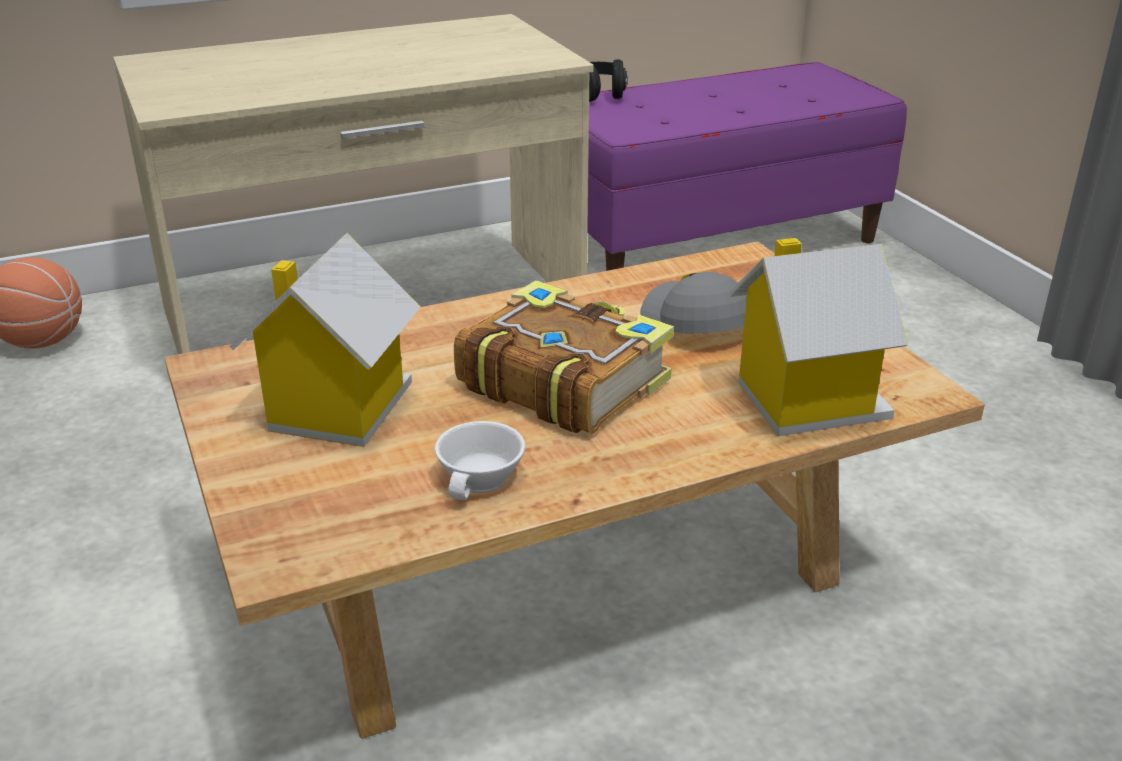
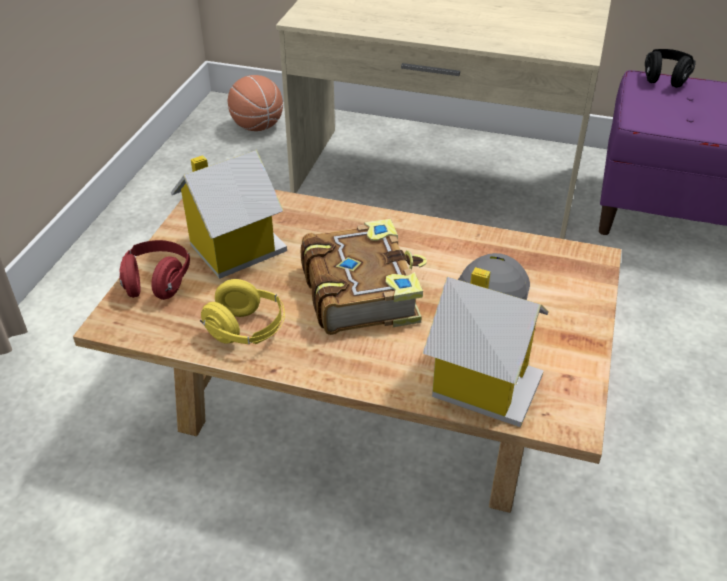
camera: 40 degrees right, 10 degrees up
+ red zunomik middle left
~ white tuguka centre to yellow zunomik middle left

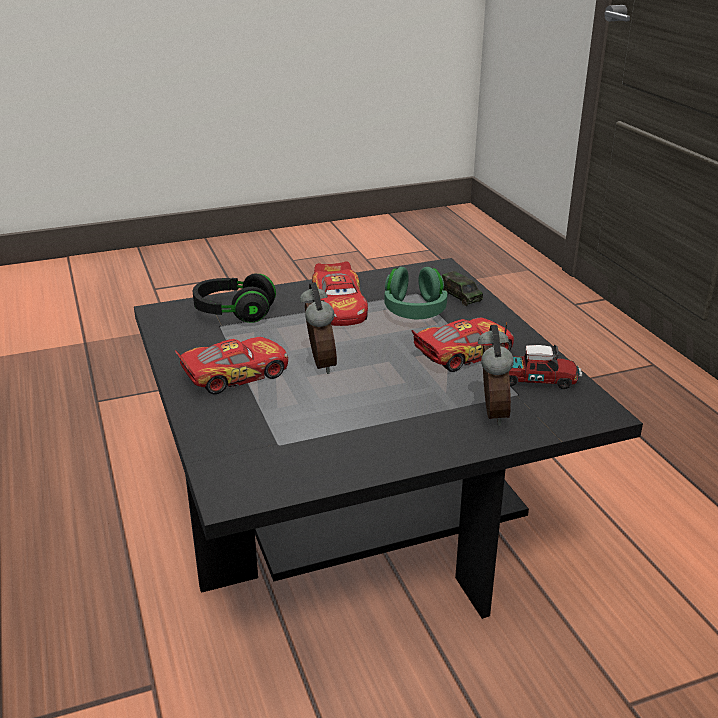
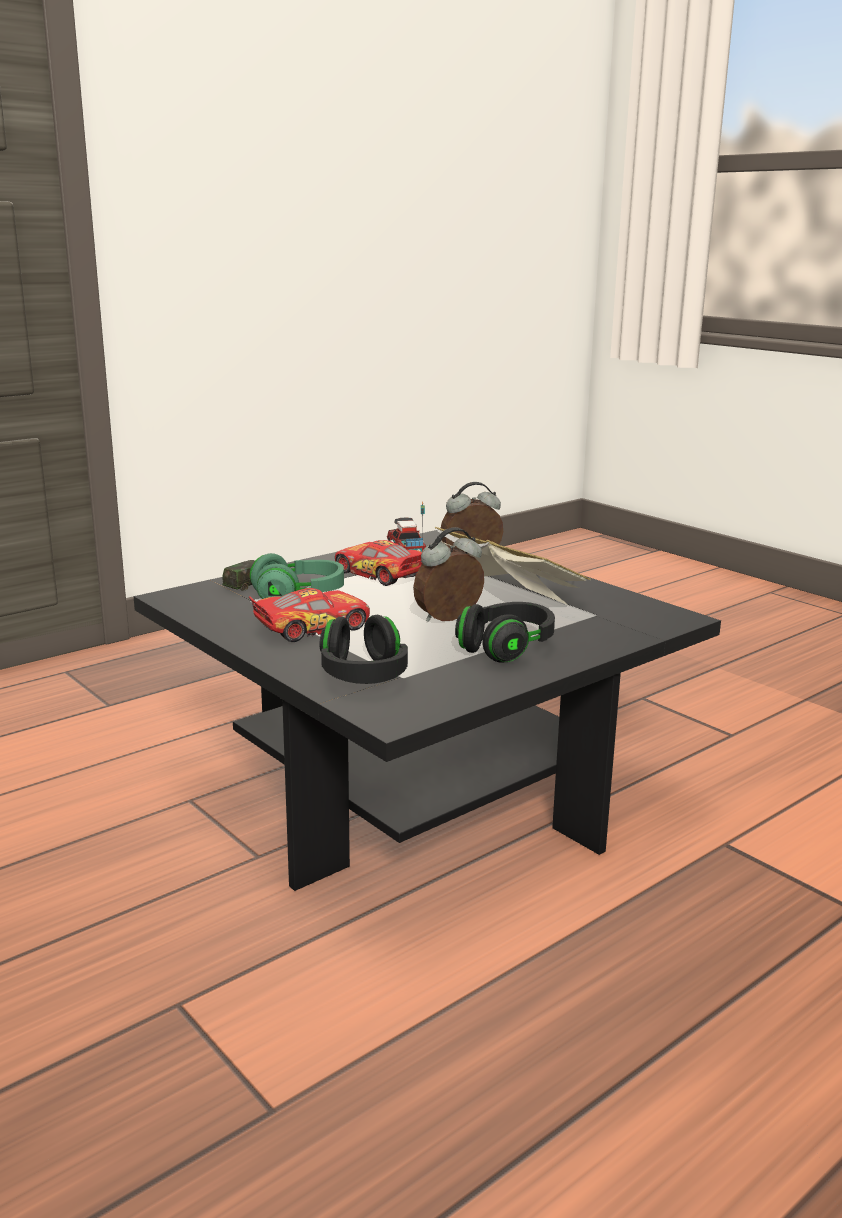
camera: 110 degrees left, 10 degrees down
+ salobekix centre
~ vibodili (1st from left) middle left to black zunomik (2nd from left) centre

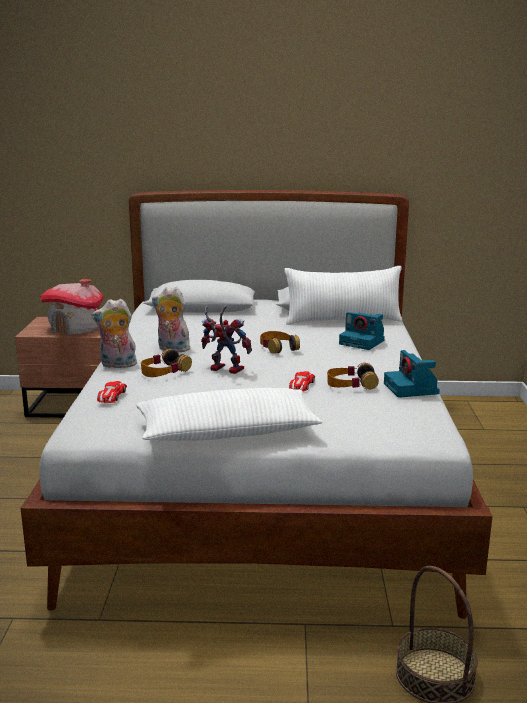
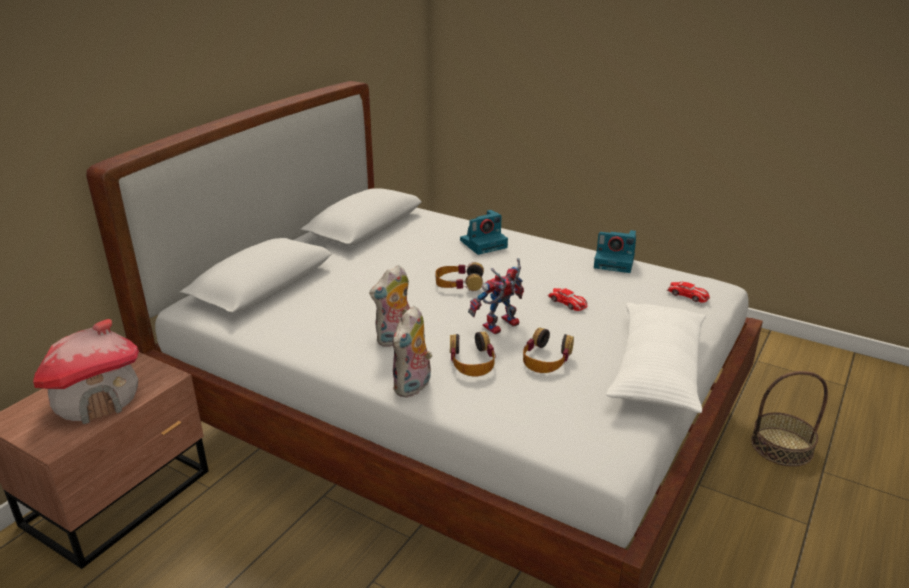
camera: 60 degrees left, 10 degrees up
~ zunomik (3rd from left) middle right to centre
~ vibodili (1st from left in the first image) middle left to vibodili (2nd from left) middle right
- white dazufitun (2nd from left) centre

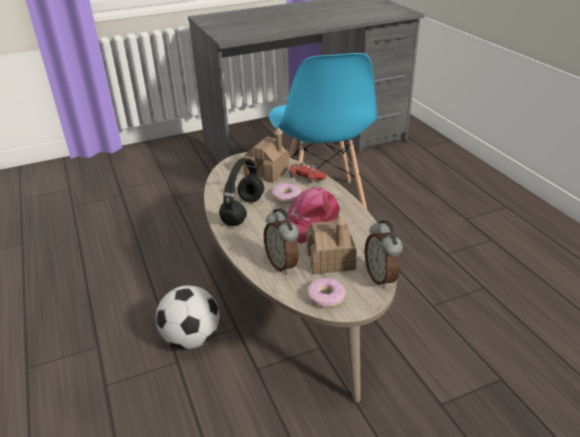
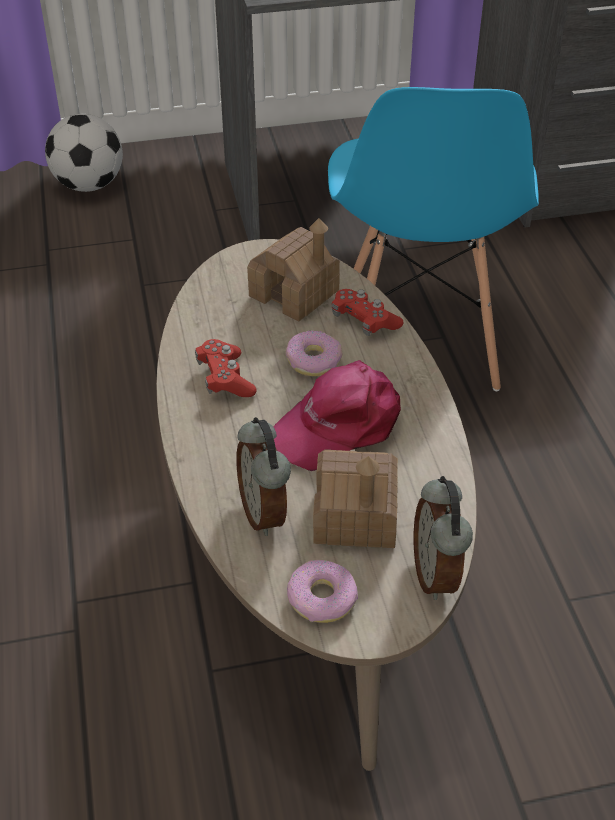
camera: 10 degrees right, 10 degrees up
~ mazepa bottom left to top left
~ black zunomik centre to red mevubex (1st from left) centre

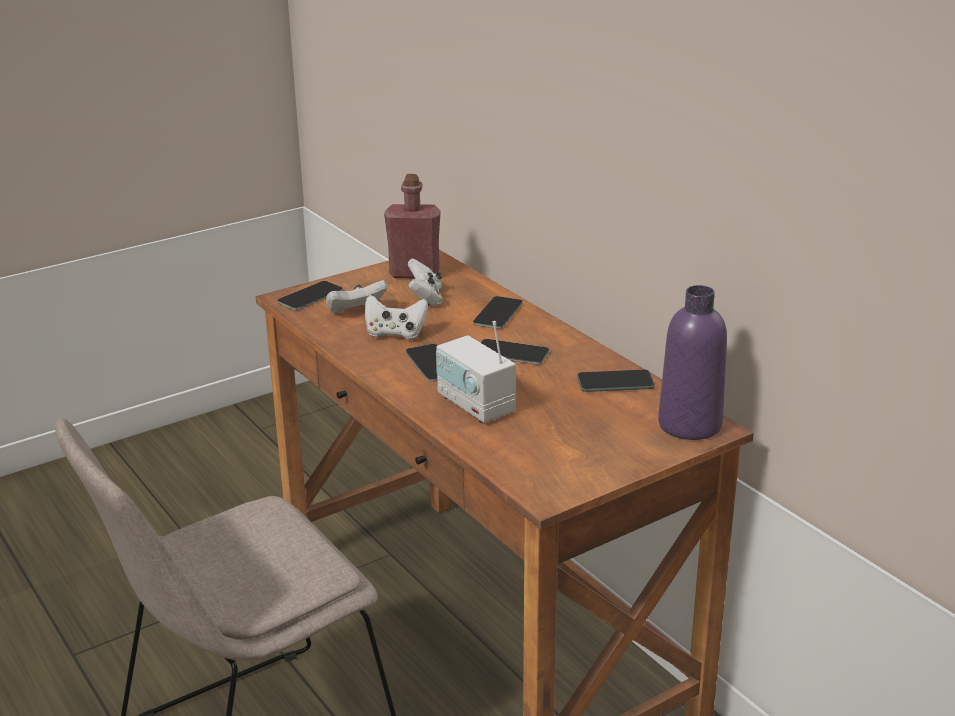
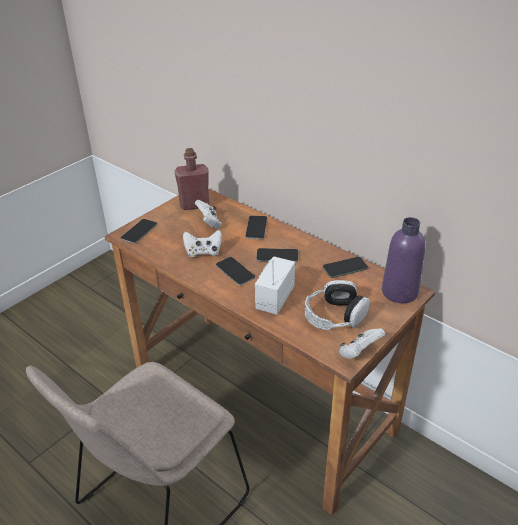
camera: 15 degrees left, 10 degrees up
~ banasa centre = centre 75 degrees clockwise
+ zunomik centre
~ white mevubex (1st from left in the first image) centre to white mevubex (3rd from left) middle right

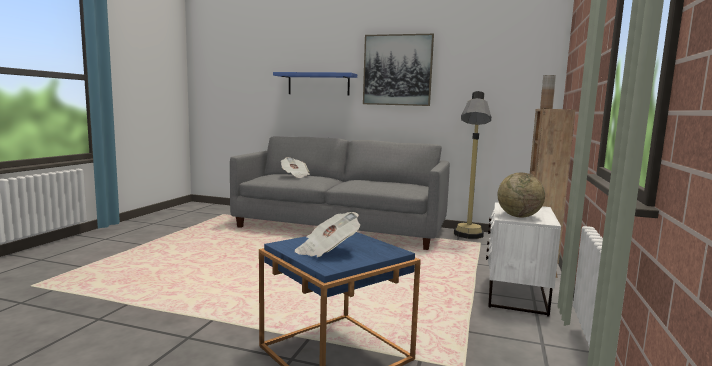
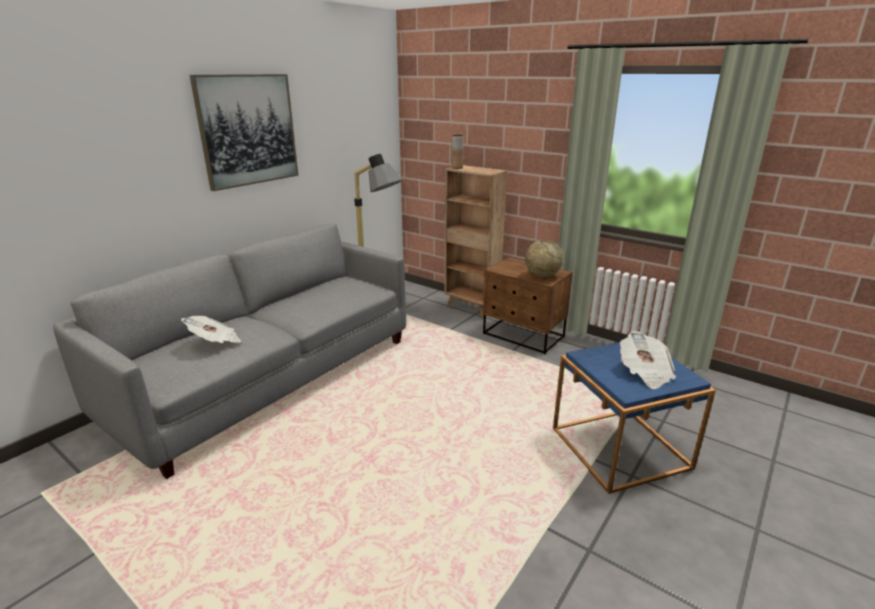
camera: 70 degrees left, 15 degrees up
~ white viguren bottom right to brown viguren centre
- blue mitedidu top centre

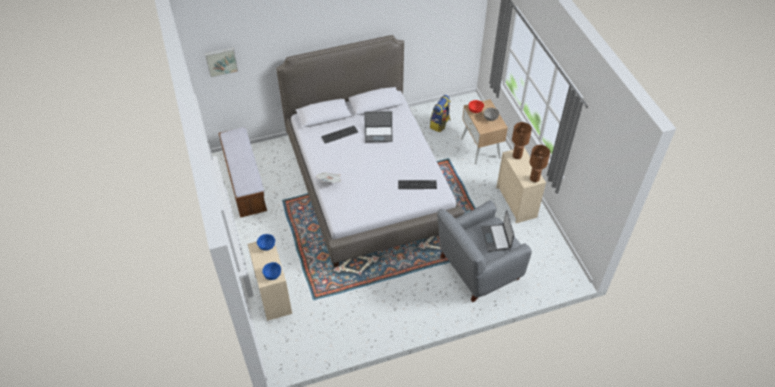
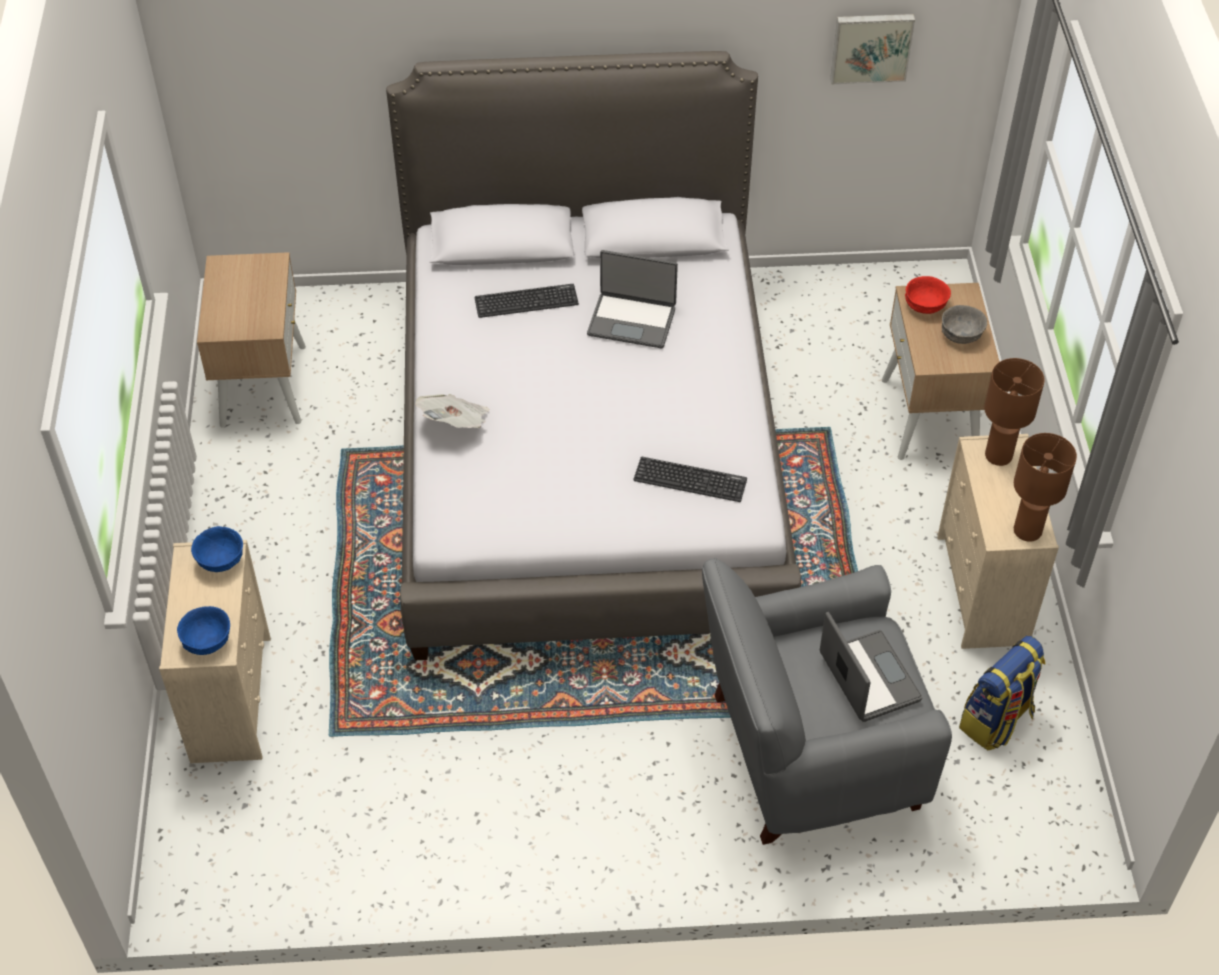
camera: 15 degrees right, 0 degrees up
~ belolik middle left to beige viguren (1st from left) middle left
~ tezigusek (2nd from left) centre = bottom right 150 degrees clockwise
~ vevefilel top left to top right
~ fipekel top centre to bottom right

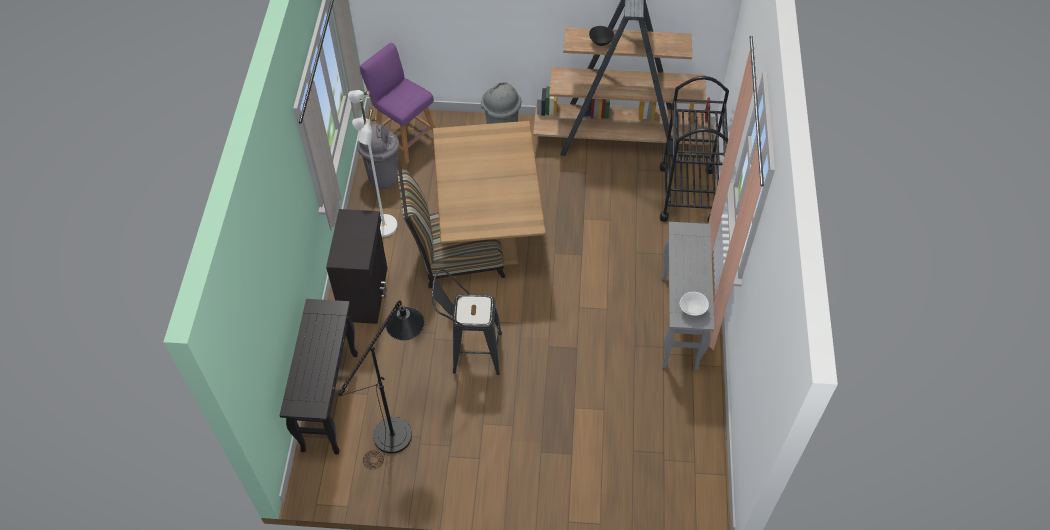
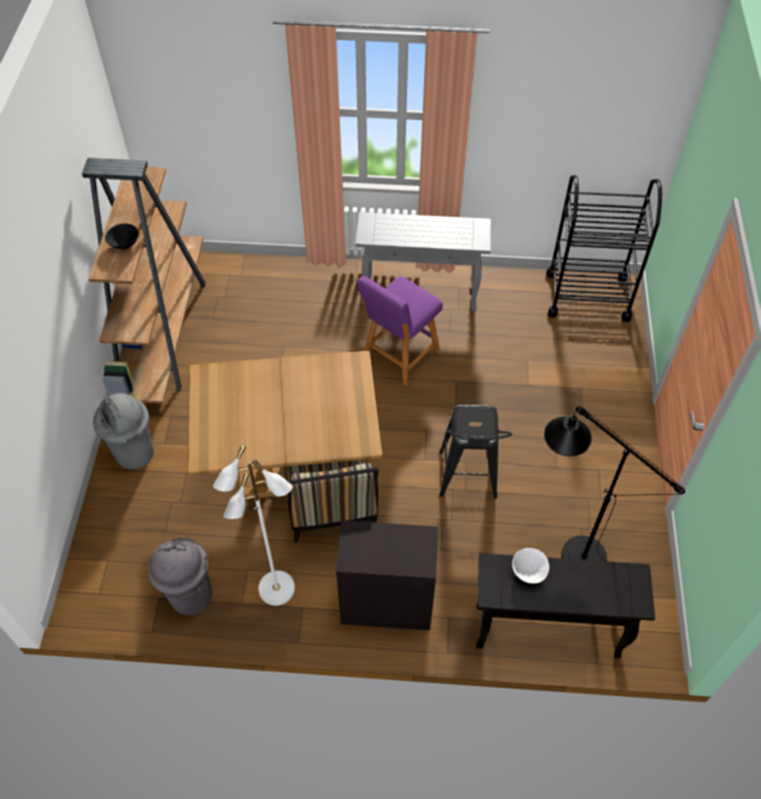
camera: 90 degrees left, 0 degrees up
~ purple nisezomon top centre to centre
~ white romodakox centre to bottom right
~ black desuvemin top centre to top right

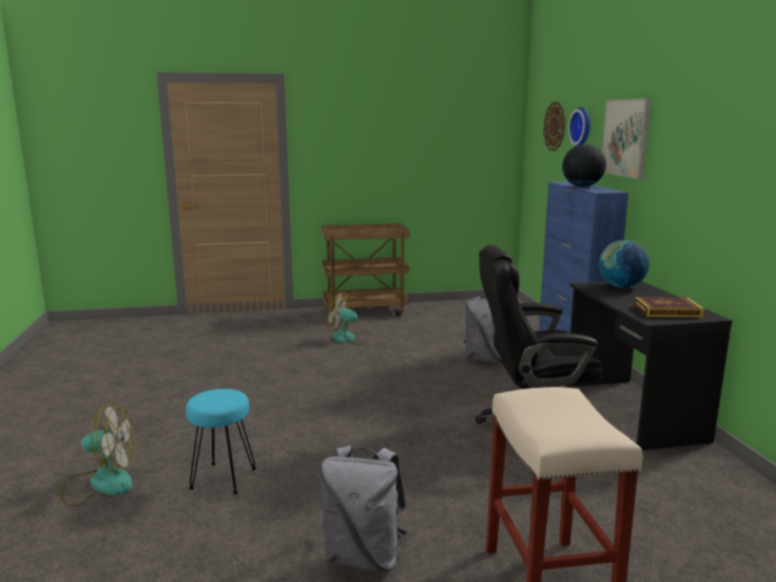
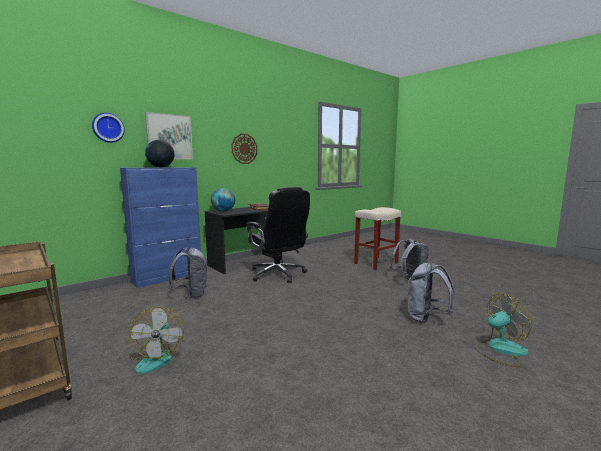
camera: 120 degrees left, 5 degrees down
~ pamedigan (1st from left in the first image) top right to pamedigan (2nd from left) top centre
~ turquoise nisezomon bottom left to grey fipekel (3rd from left) middle right
~ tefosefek (1st from left in the first image) bottom left = bottom right 105 degrees clockwise

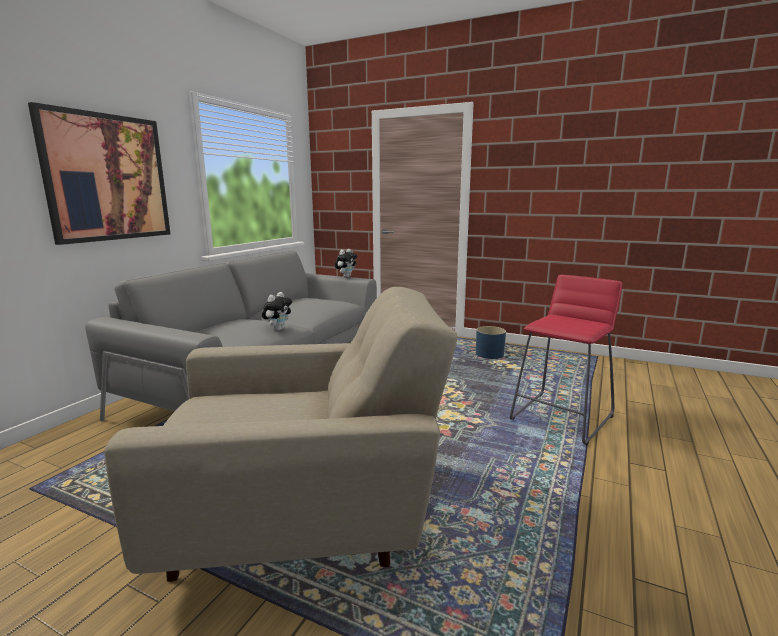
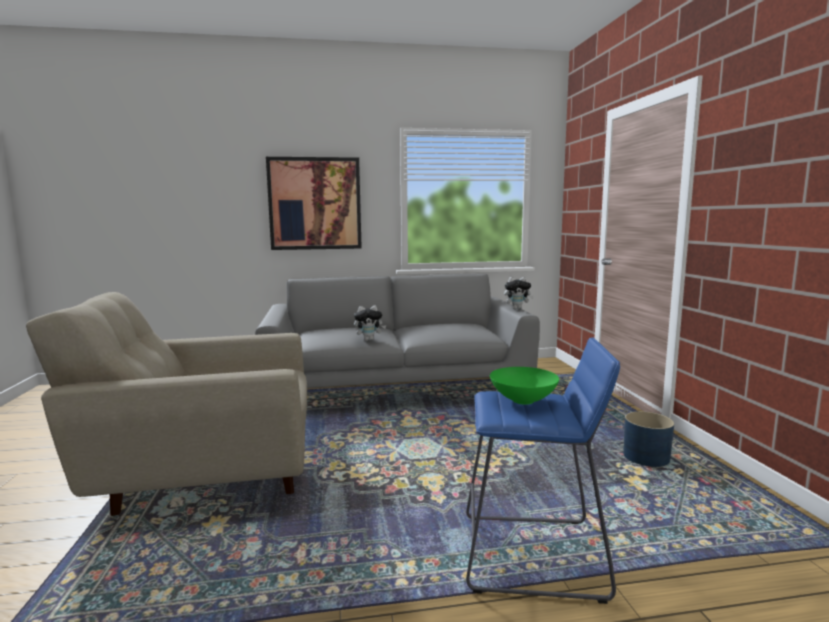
camera: 55 degrees right, 5 degrees down
~ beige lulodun bottom centre = middle left 120 degrees clockwise
~ red nisezomon middle right to blue nisezomon bottom centre
+ green romodakox centre

